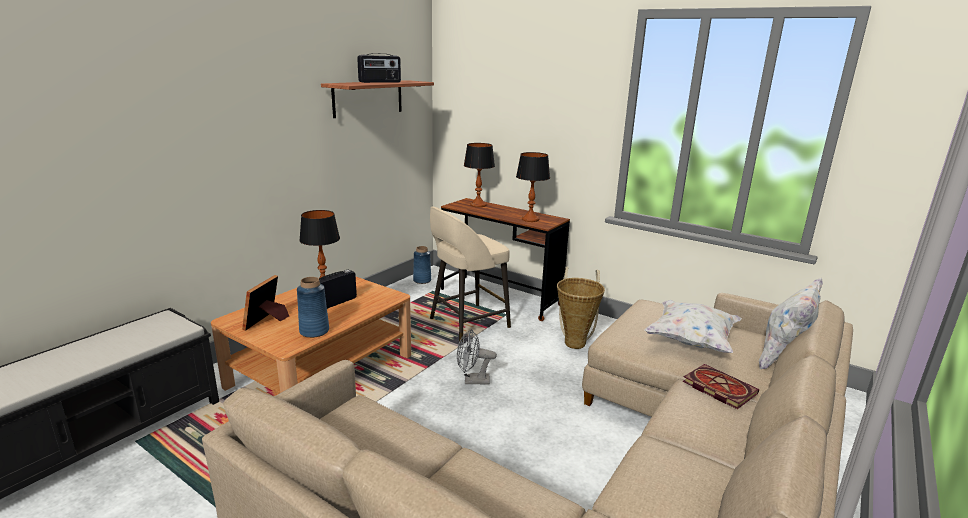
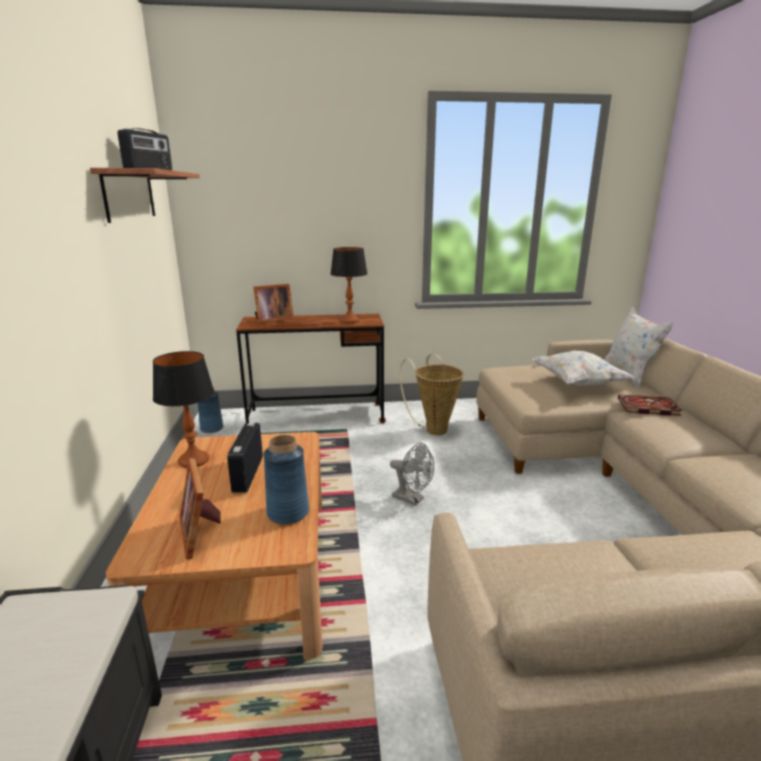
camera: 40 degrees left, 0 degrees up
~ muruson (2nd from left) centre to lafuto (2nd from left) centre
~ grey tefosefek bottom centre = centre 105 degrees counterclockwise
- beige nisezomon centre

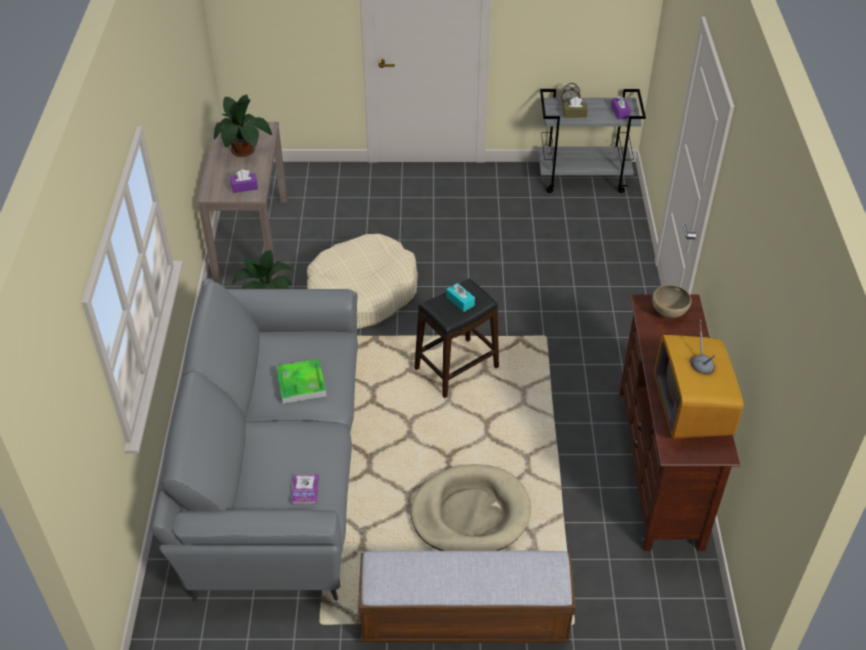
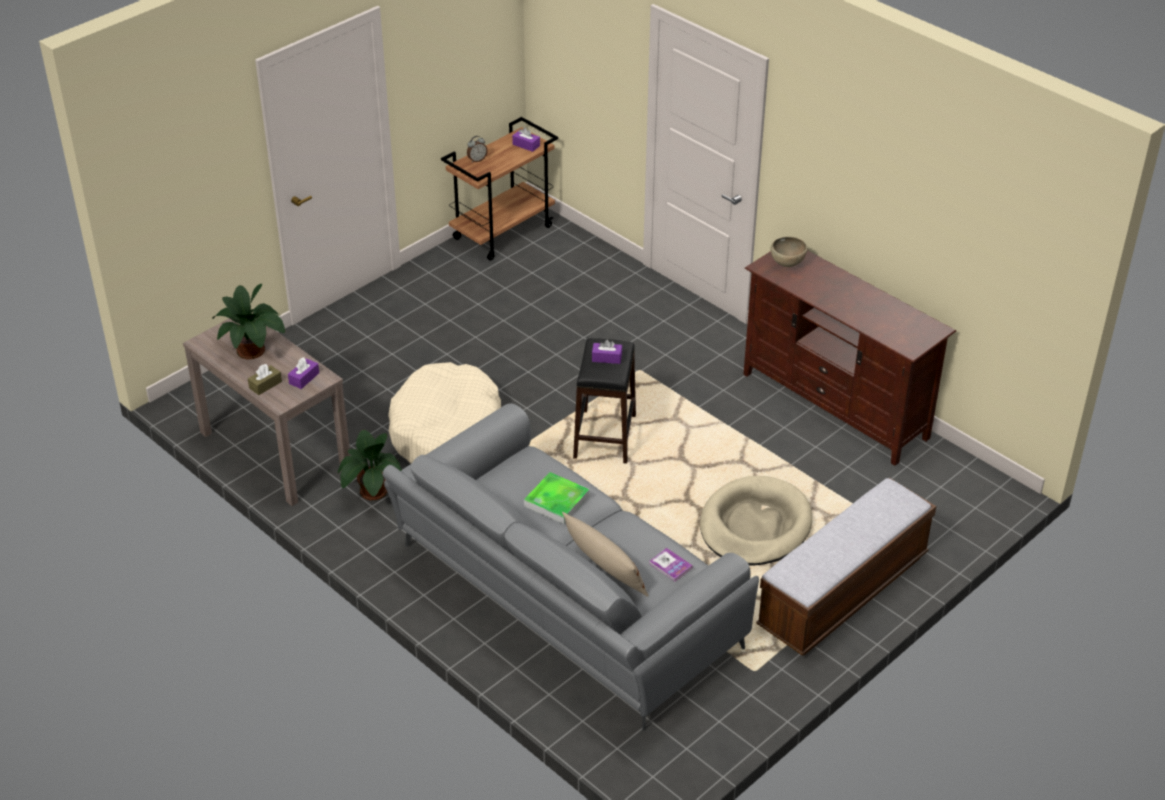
camera: 45 degrees left, 5 degrees down
~ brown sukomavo top centre to middle left
~ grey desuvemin top right to brown desuvemin top centre
+ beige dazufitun bottom centre
~ turquoise sukomavo centre to purple sukomavo (3rd from left) centre
- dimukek middle right

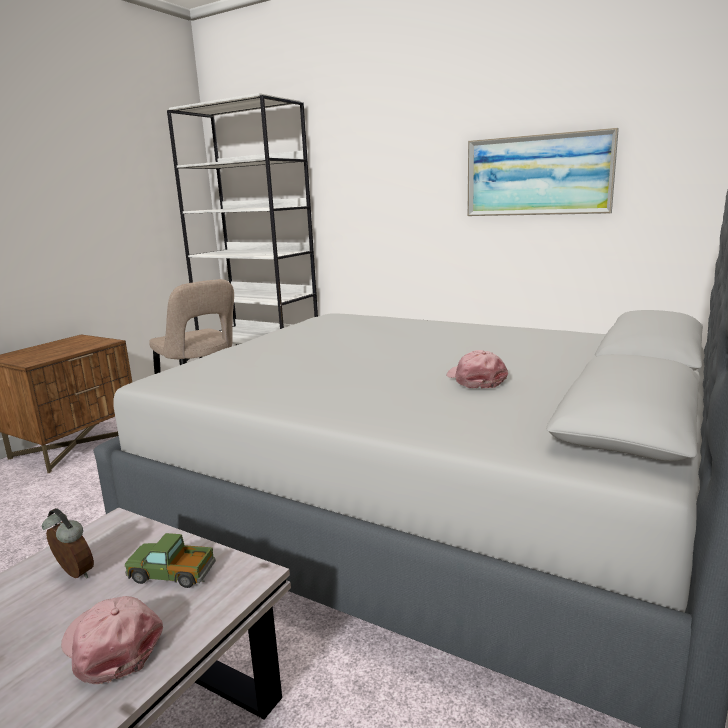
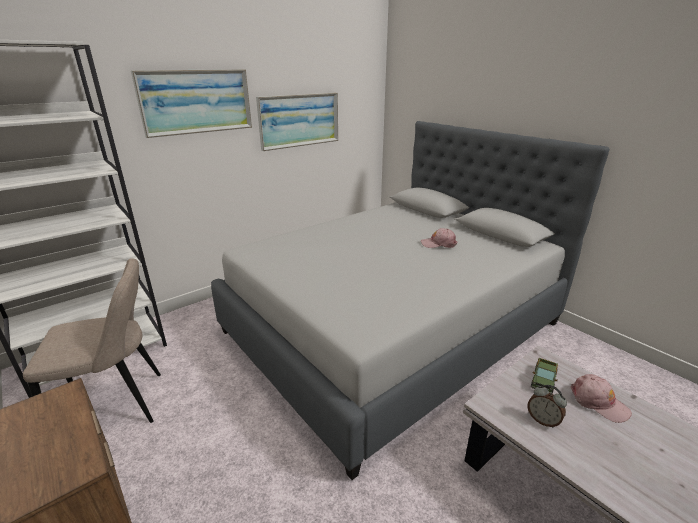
camera: 70 degrees left, 10 degrees up
+ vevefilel (1st from left) top left
~ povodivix bottom left = bottom right 105 degrees counterclockwise
~ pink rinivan (1st from left in the first image) bottom left = bottom right 105 degrees counterclockwise

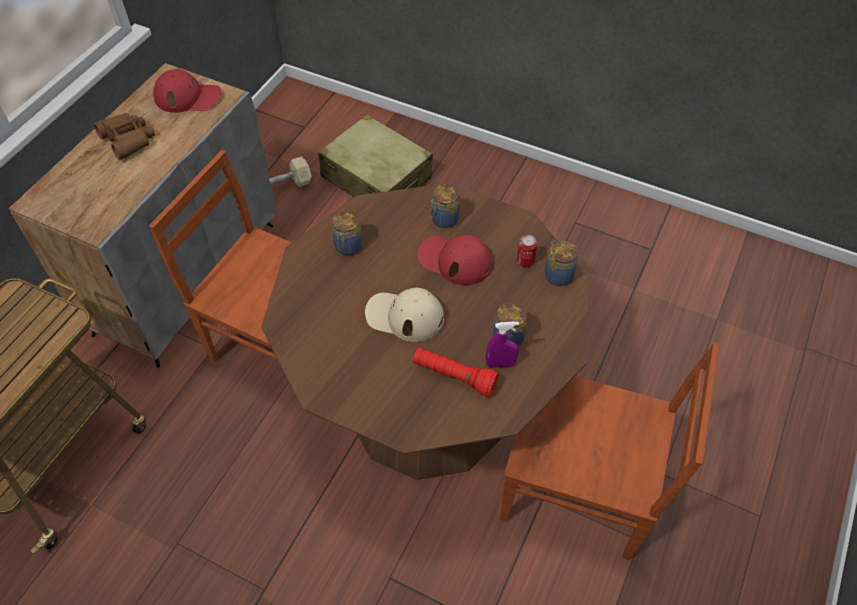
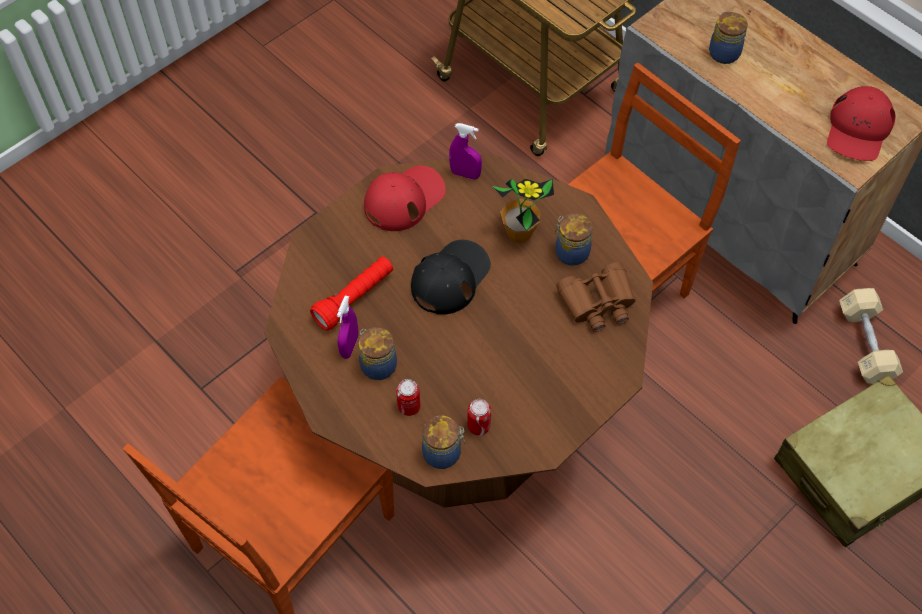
camera: 110 degrees right, 5 degrees up
~ red rinivan (2nd from left in the first image) centre to red rinivan (1st from left) top centre
+ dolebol (1st from left) centre
~ beige rinivan centre to black rinivan centre
+ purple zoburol (2nd from left) top centre
+ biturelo centre
~ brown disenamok top left to centre
~ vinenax (2nd from left in the first image) centre to vinenax (4th from left) top right

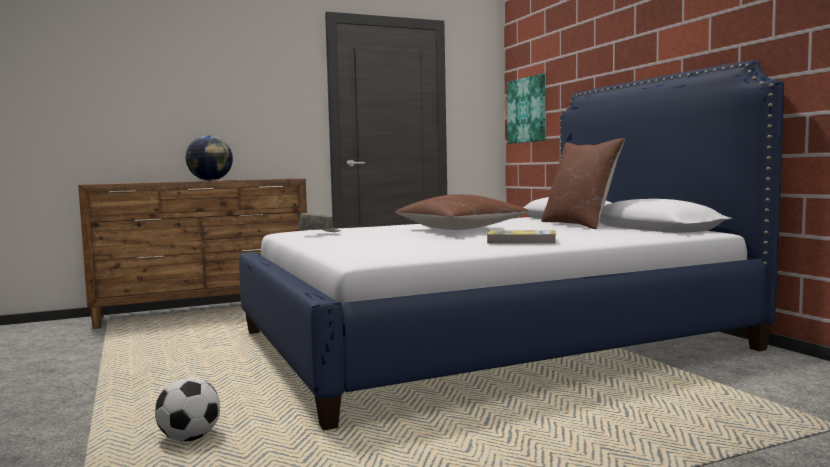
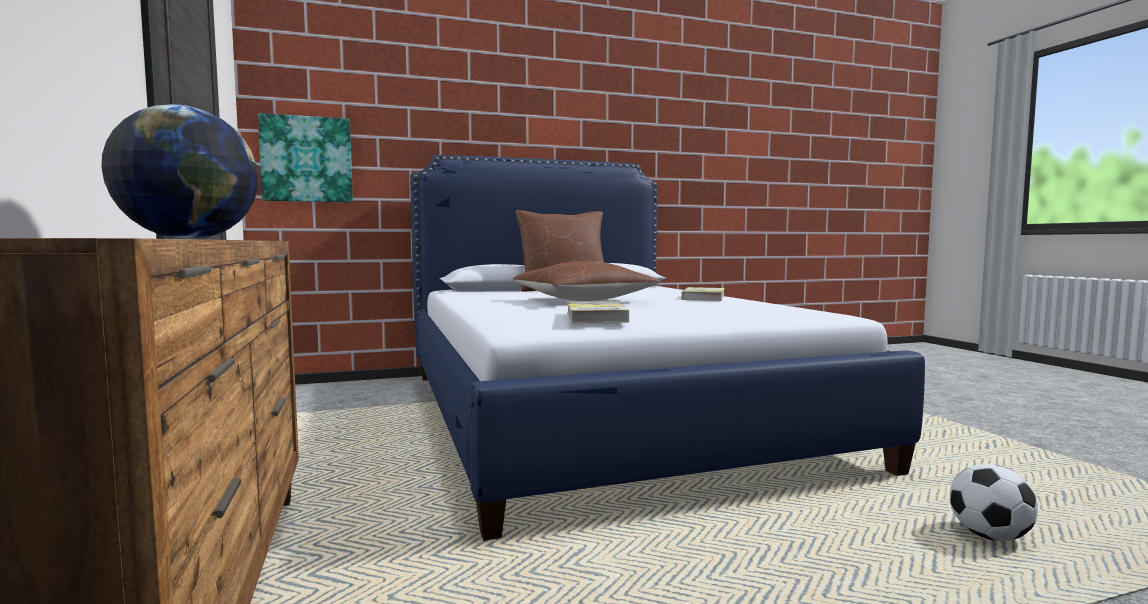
camera: 85 degrees left, 0 degrees up
~ grey rinivan centre to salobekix (1st from left) centre

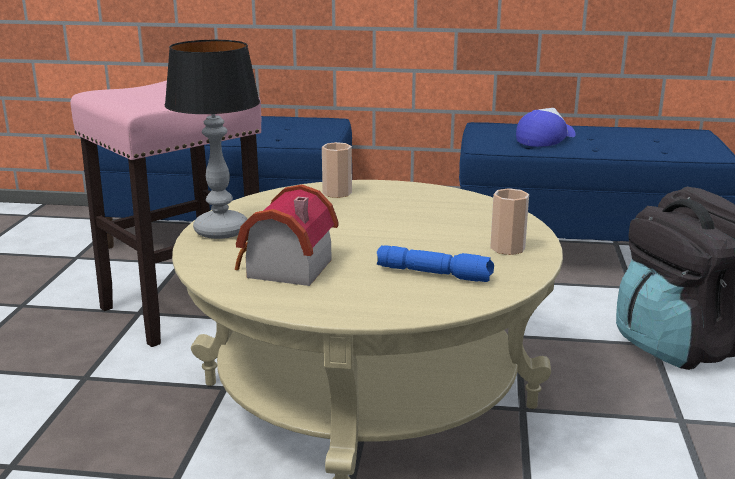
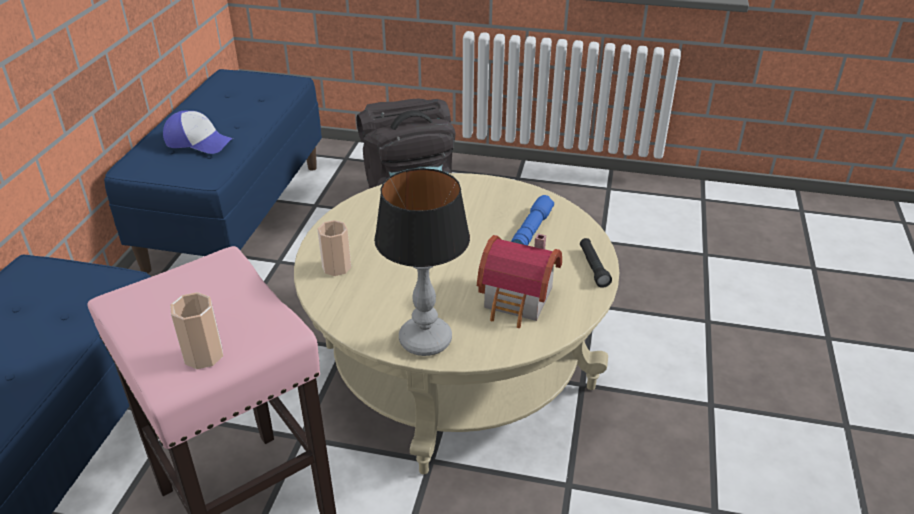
camera: 85 degrees left, 15 degrees up
~ rinivan top right = top left 150 degrees clockwise
~ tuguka (2nd from left in the first image) middle right to tuguka (1st from left) middle left
+ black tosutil centre

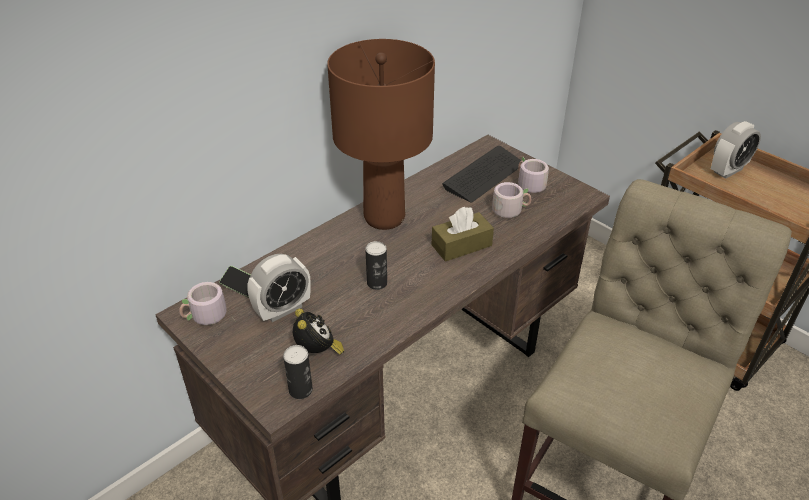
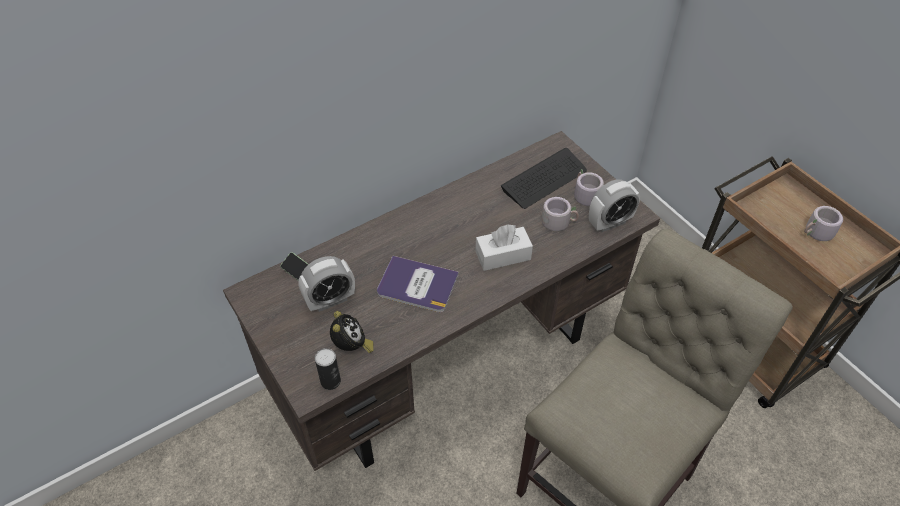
camera: 10 degrees right, 10 degrees up
~ dolebol (2nd from left) centre to salobekix centre
~ brown sukomavo centre to white sukomavo centre
~ povodivix (3rd from left) top right to middle right
~ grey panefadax (1st from left in the first image) middle left to grey panefadax (3rd from left) middle right
- brown muruson top centre

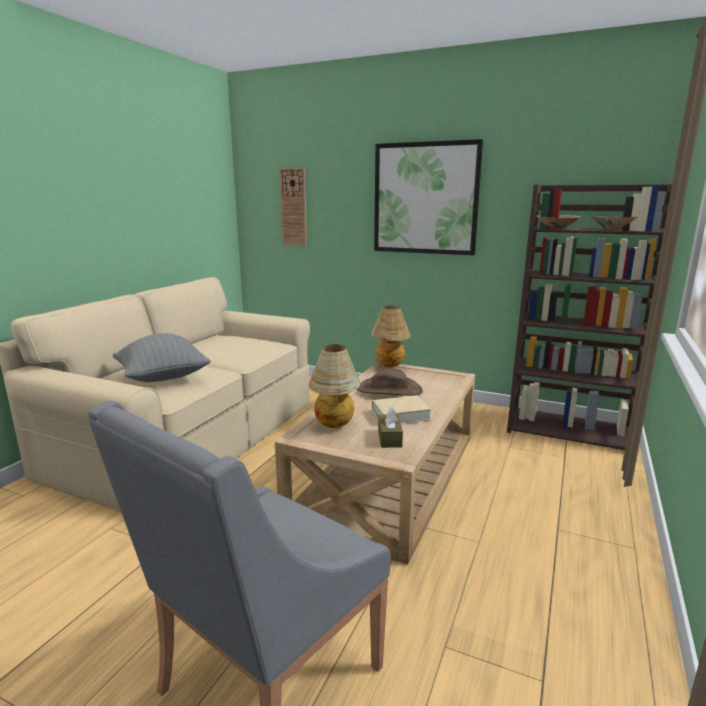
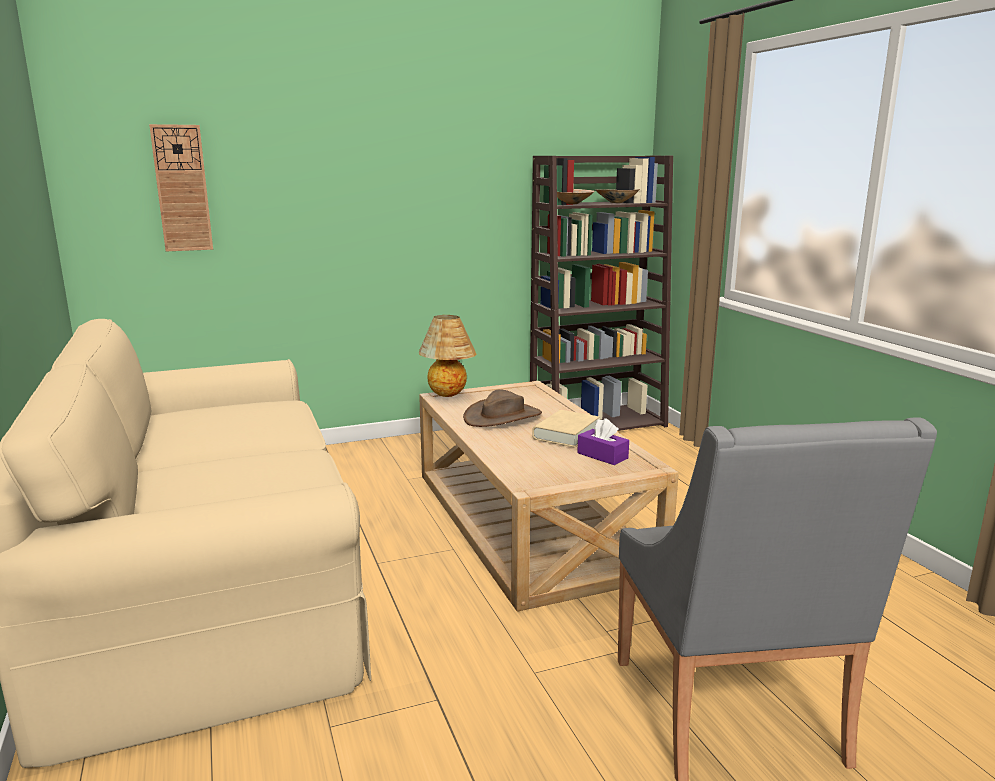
camera: 45 degrees left, 0 degrees up
~ brown sukomavo centre to purple sukomavo centre
- grey dazufitun middle left
- muruson (1st from left) centre
- vevefilel top centre

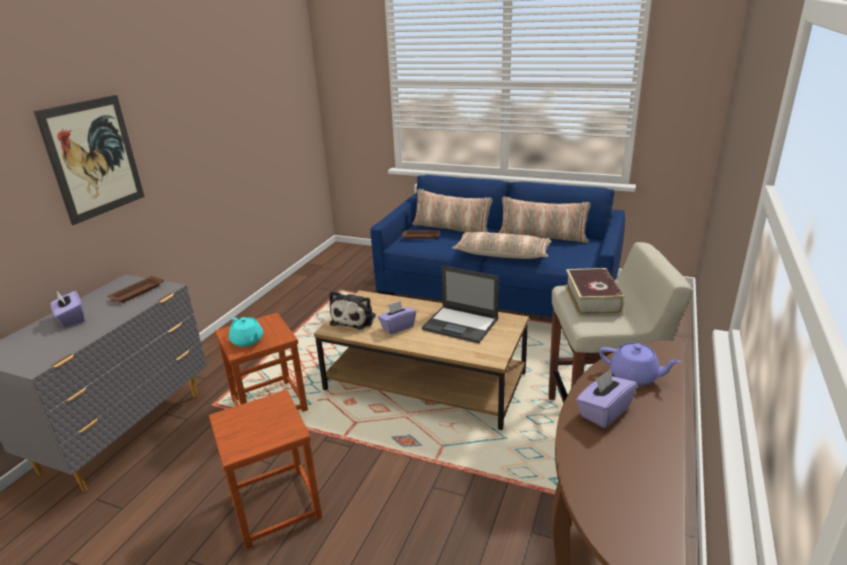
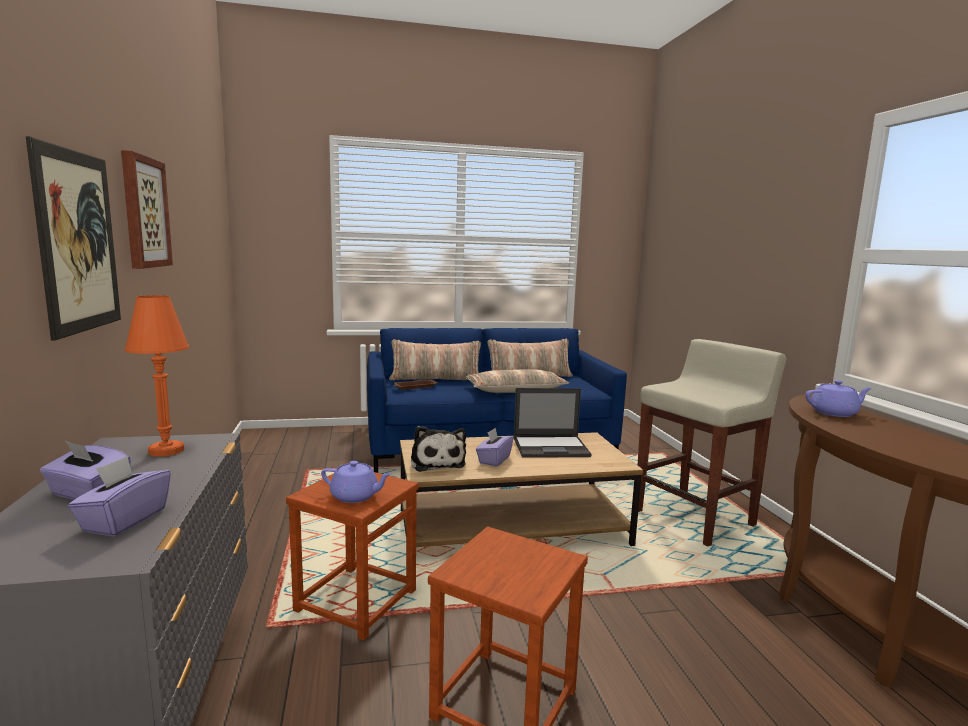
camera: 35 degrees left, 15 degrees down
~ purple sukomavo (3rd from left in the first image) bottom right to purple sukomavo (2nd from left) bottom left
+ vevefilel (2nd from left) top left
~ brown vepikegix (1st from left) middle left to orange muruson middle left
~ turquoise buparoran middle left to purple buparoran (1st from left) centre
- salobekix middle right

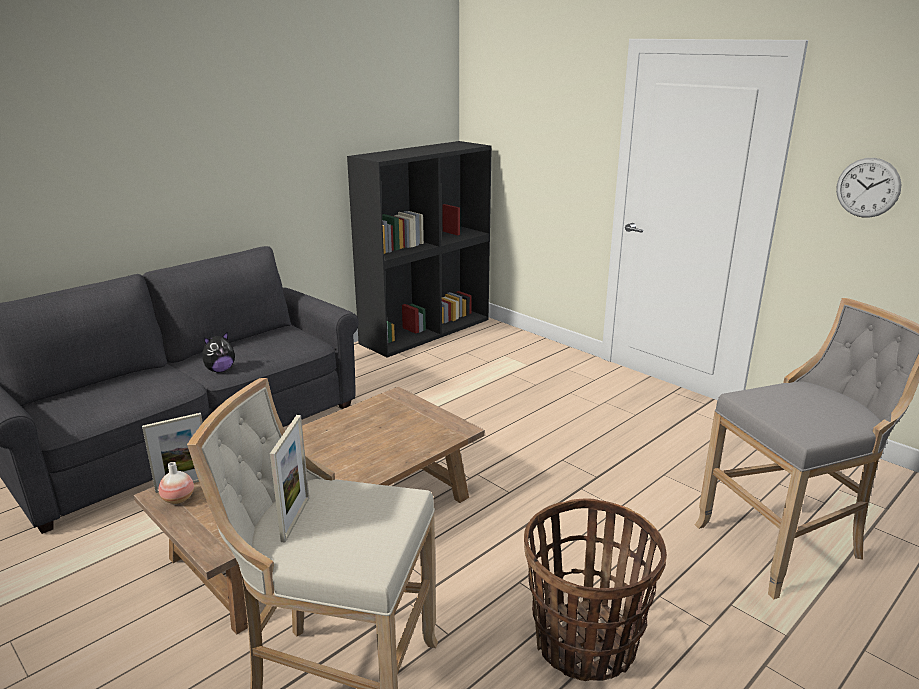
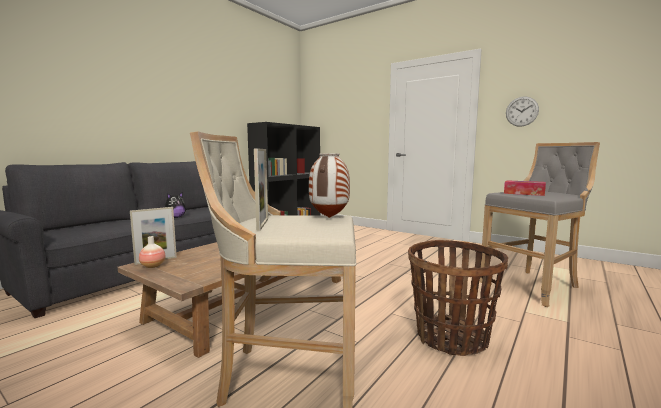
camera: 10 degrees left, 15 degrees down
+ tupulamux (2nd from left) centre
+ sukomavo middle right

